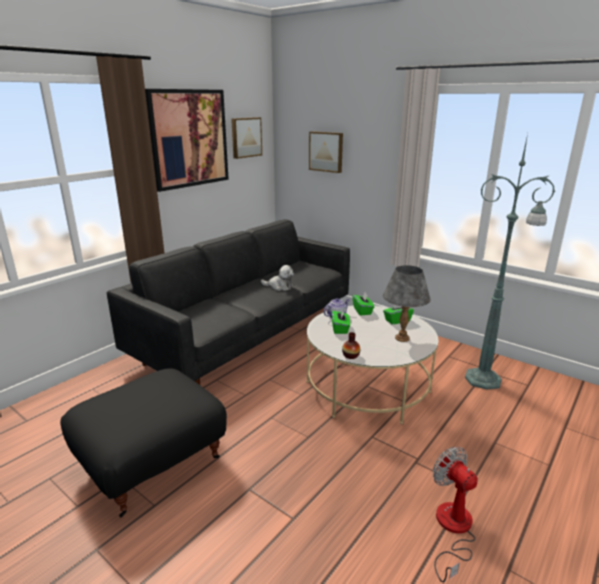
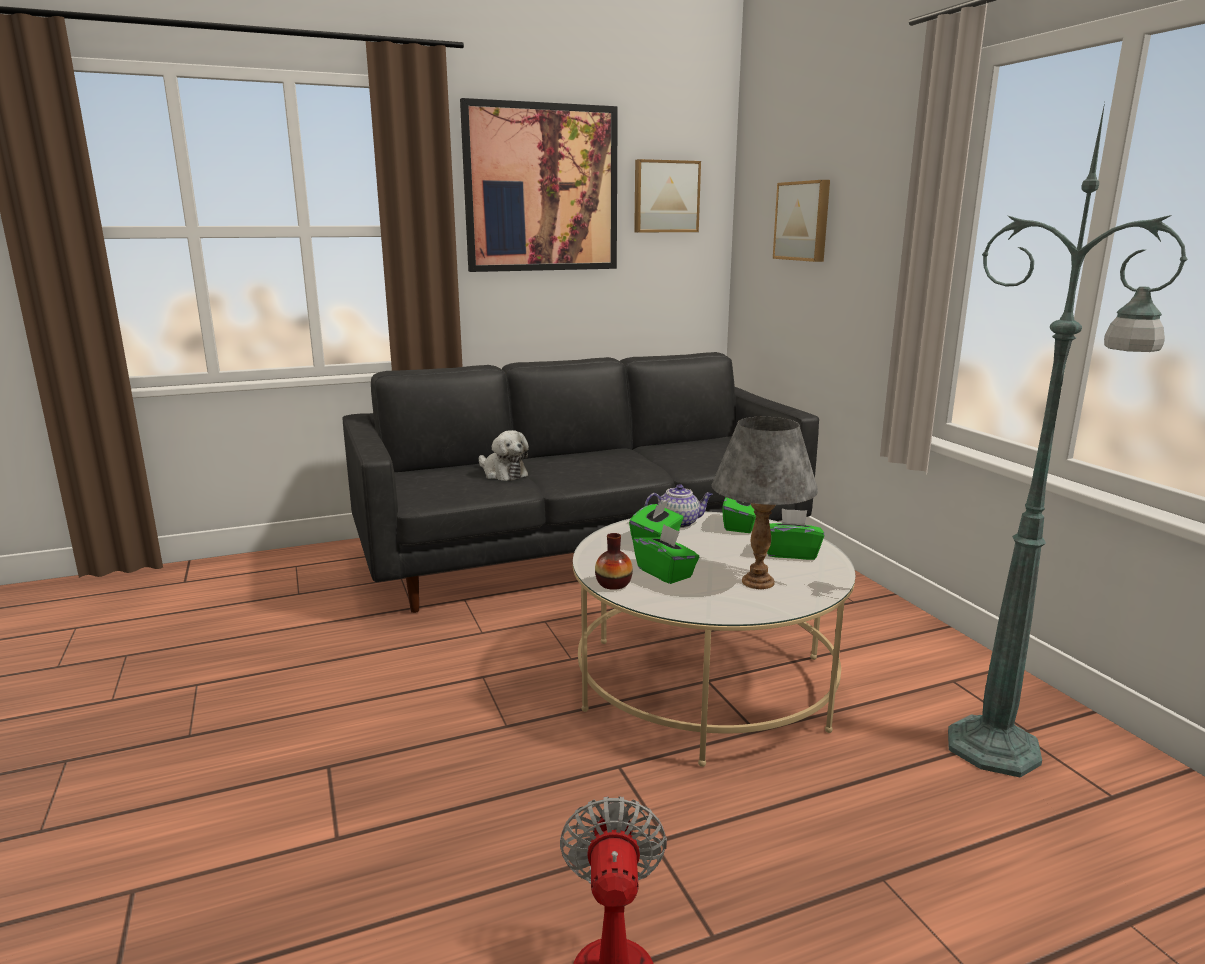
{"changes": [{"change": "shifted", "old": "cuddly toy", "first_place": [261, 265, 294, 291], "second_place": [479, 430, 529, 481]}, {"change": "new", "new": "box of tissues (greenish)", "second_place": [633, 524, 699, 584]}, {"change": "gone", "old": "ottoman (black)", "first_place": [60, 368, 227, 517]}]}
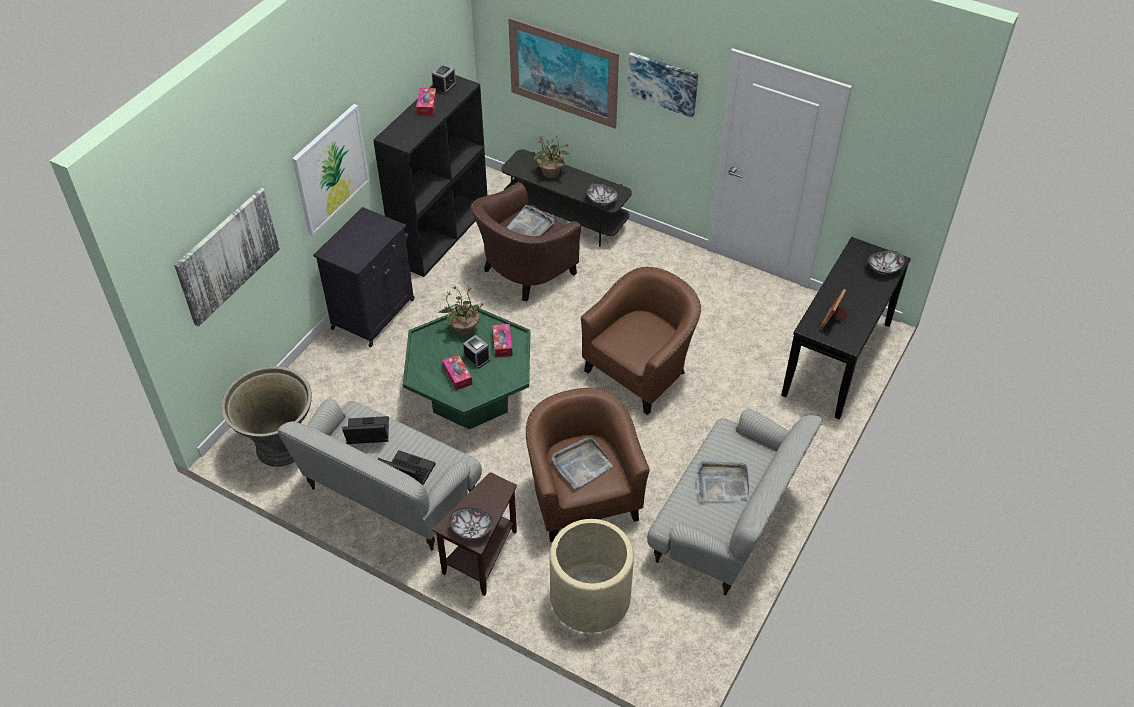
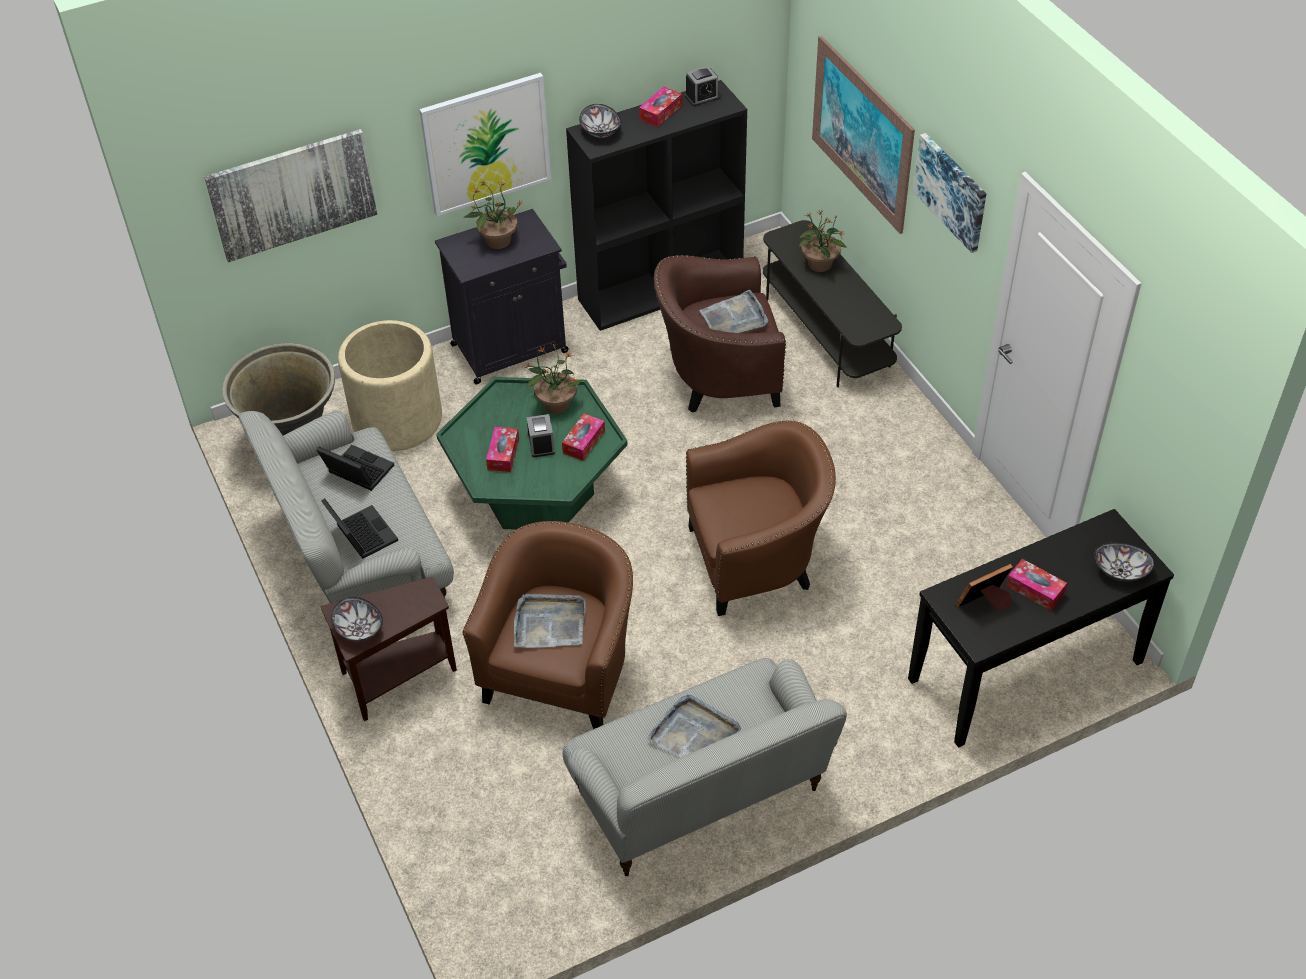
{"changes": [{"change": "shifted", "old": "flower pot (beige-coloured)", "first_place": [550, 519, 634, 633], "second_place": [338, 320, 442, 451]}, {"change": "new", "new": "plant in a pot", "second_place": [464, 181, 523, 249]}, {"change": "shifted", "old": "serving bowl", "first_place": [586, 183, 619, 206], "second_place": [579, 104, 621, 138]}, {"change": "new", "new": "box of tissues", "second_place": [1006, 559, 1067, 611]}]}
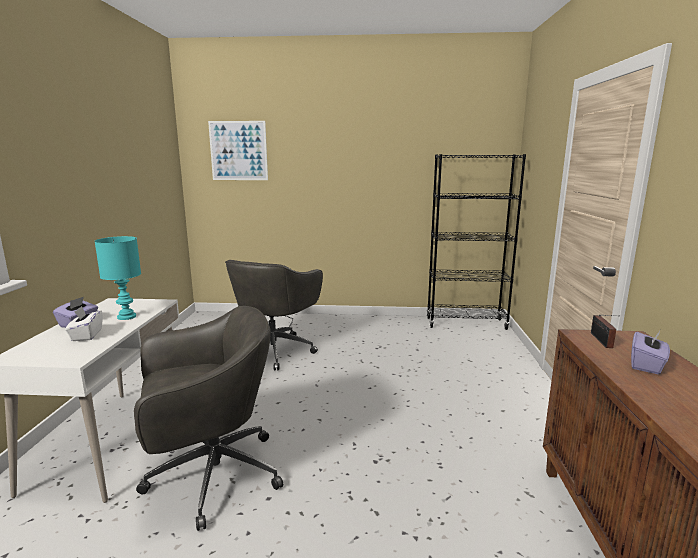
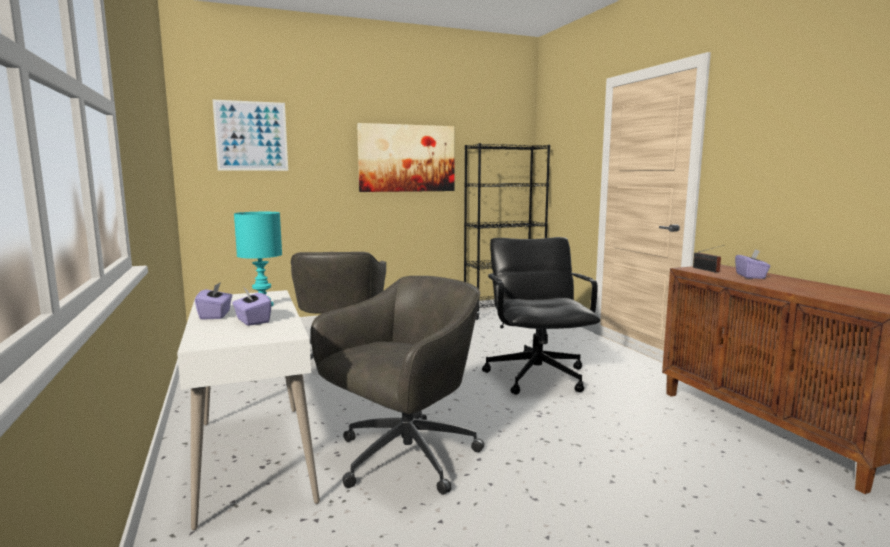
{"changes": [{"change": "repainted", "old": "box of tissues (whitish)", "new": "box of tissues (purple)", "first_place": [65, 306, 102, 341], "second_place": [232, 288, 272, 326]}, {"change": "new", "new": "wall art", "second_place": [357, 123, 455, 192]}, {"change": "new", "new": "computer chair (black)", "second_place": [482, 237, 600, 395]}]}
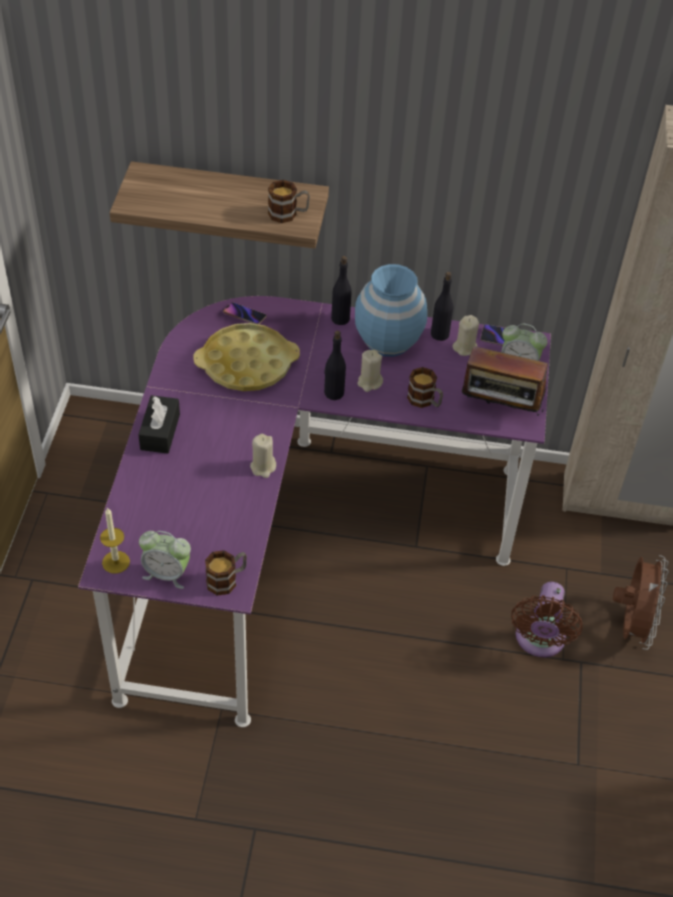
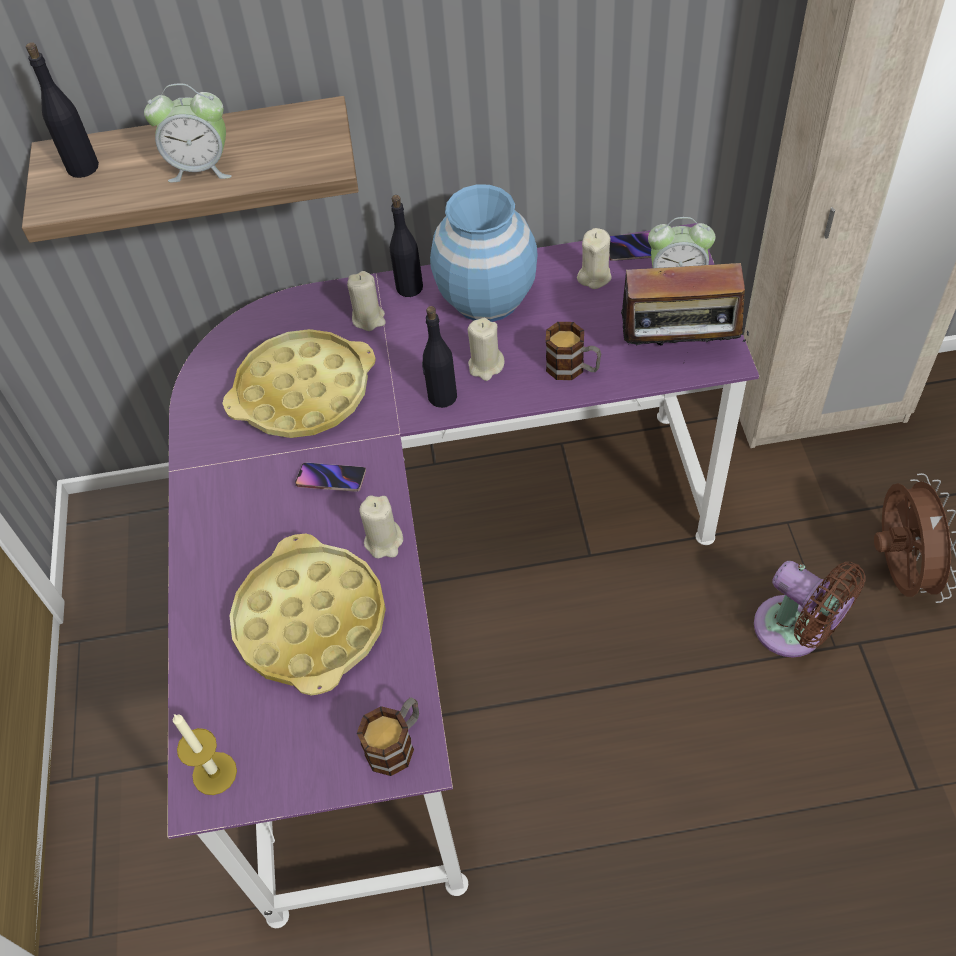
{"changes": [{"change": "shifted", "old": "beverage bottle (black)", "first_place": [431, 272, 453, 341], "second_place": [26, 42, 99, 178]}, {"change": "shifted", "old": "alarm clock", "first_place": [139, 531, 191, 589], "second_place": [144, 84, 232, 182]}, {"change": "new", "new": "tray (yellow-coloured)", "second_place": [229, 534, 386, 696]}, {"change": "shifted", "old": "telephone", "first_place": [223, 302, 267, 324], "second_place": [295, 463, 366, 492]}, {"change": "new", "new": "candle (beige-coloured)", "second_place": [347, 271, 386, 331]}, {"change": "rotated", "old": "electric fan (brown)", "first_place": [511, 582, 583, 657], "second_place": [754, 561, 866, 657], "degrees": -45}, {"change": "gone", "old": "box of tissues (black)", "first_place": [138, 395, 180, 454]}, {"change": "gone", "old": "tea mug", "first_place": [268, 180, 310, 223]}]}
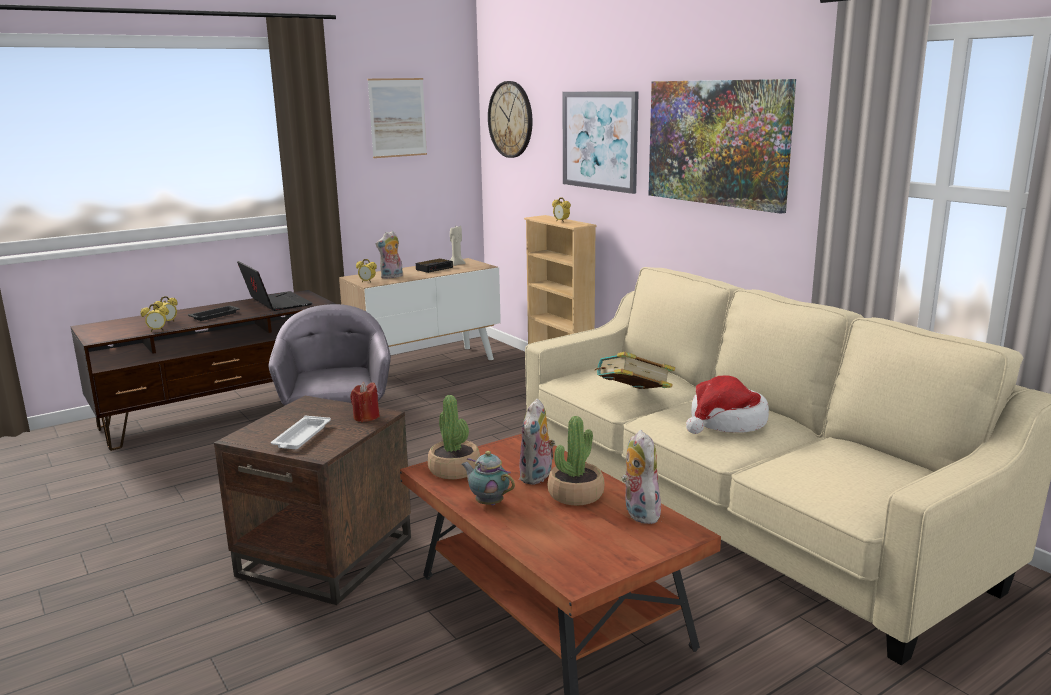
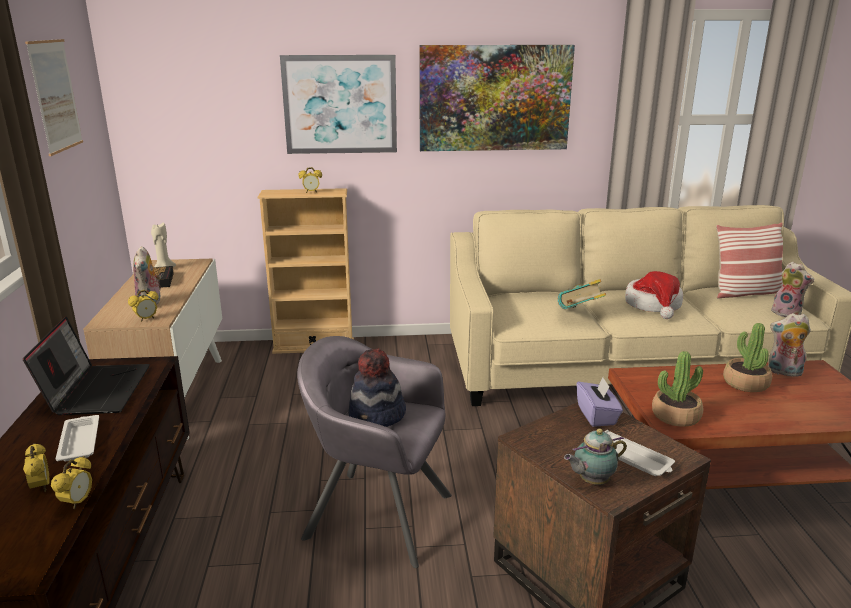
{"changes": [{"change": "rotated", "old": "portable computer", "first_place": [237, 261, 312, 311], "second_place": [23, 317, 150, 415], "degrees": 90}, {"change": "repainted", "old": "tray (black)", "new": "tray (whitish)", "first_place": [188, 306, 240, 321], "second_place": [56, 415, 99, 461]}, {"change": "new", "new": "wearable hat", "second_place": [348, 348, 406, 427]}, {"change": "shifted", "old": "teapot", "first_place": [461, 451, 515, 505], "second_place": [564, 429, 627, 485]}, {"change": "swapped", "old": "candle (red-coloured)", "new": "box of tissues (purple)", "first_place": [350, 382, 380, 422], "second_place": [576, 377, 623, 427]}, {"change": "new", "new": "throw pillow", "second_place": [716, 222, 783, 298]}, {"change": "shifted", "old": "cuddly toy", "first_place": [519, 399, 555, 485], "second_place": [771, 262, 814, 317]}, {"change": "gone", "old": "hanging clock", "first_place": [488, 81, 533, 158]}]}
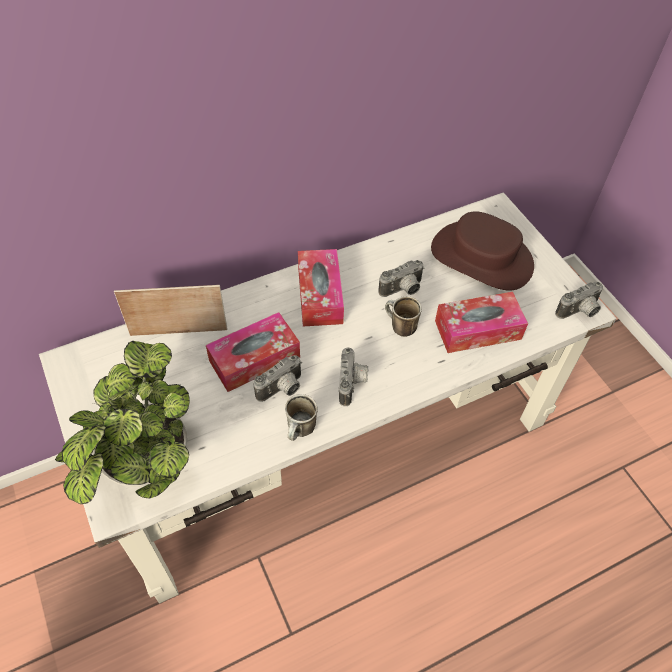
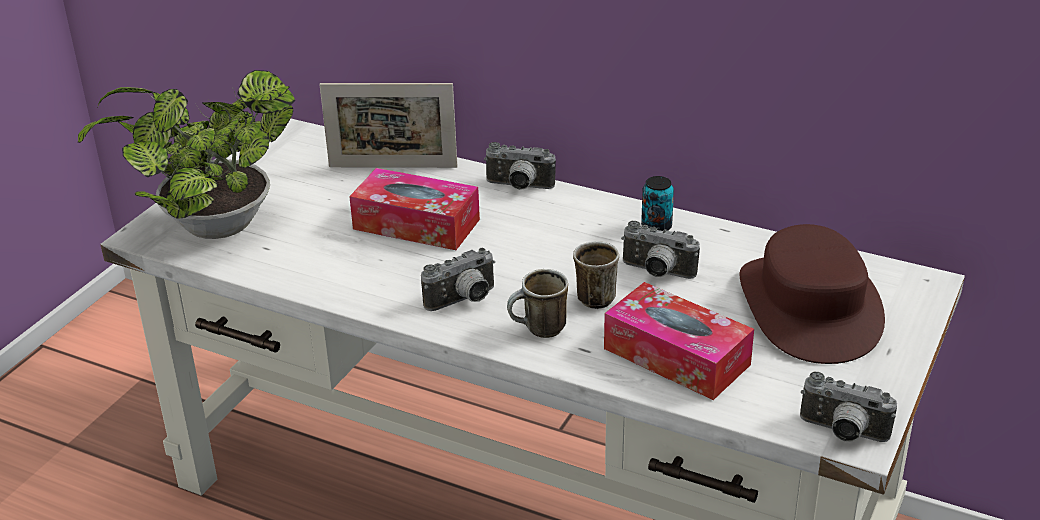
{"changes": [{"change": "rotated", "old": "picture frame", "first_place": [114, 285, 228, 336], "second_place": [319, 83, 458, 168], "degrees": 135}, {"change": "shifted", "old": "photo camera", "first_place": [253, 355, 302, 402], "second_place": [484, 142, 556, 190]}, {"change": "shifted", "old": "tea mug", "first_place": [285, 394, 318, 441], "second_place": [507, 269, 568, 338]}, {"change": "new", "new": "can", "second_place": [641, 176, 674, 231]}, {"change": "gone", "old": "box of tissues", "first_place": [298, 249, 344, 326]}]}
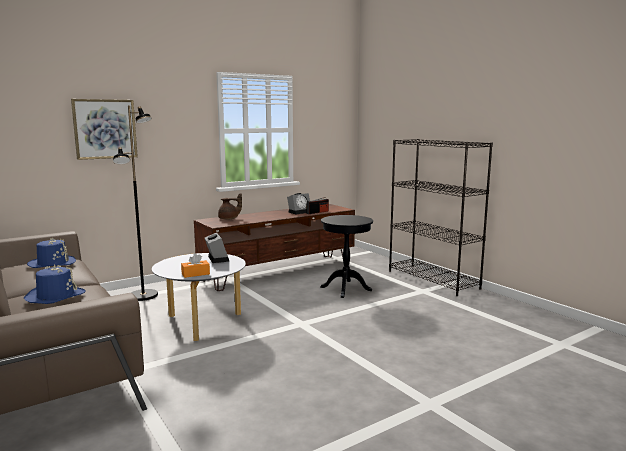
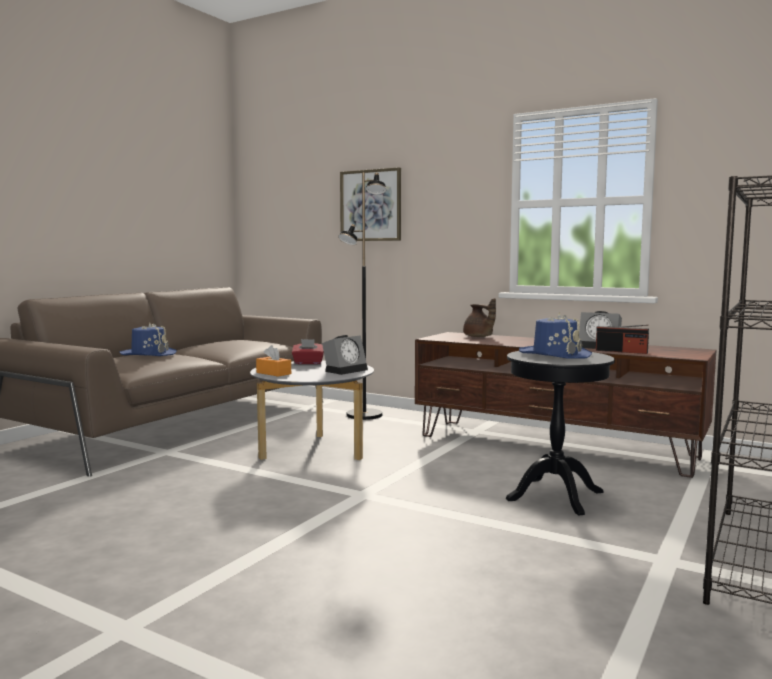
{"changes": [{"change": "new", "new": "box of tissues (red-coloured)", "second_place": [292, 339, 324, 364]}, {"change": "shifted", "old": "wearable hat (blue)", "first_place": [27, 238, 76, 268], "second_place": [519, 312, 592, 359]}]}
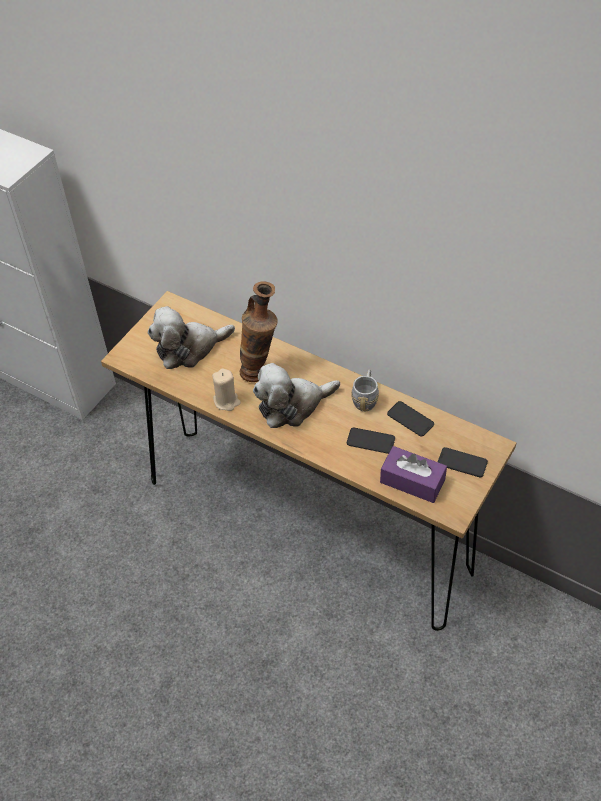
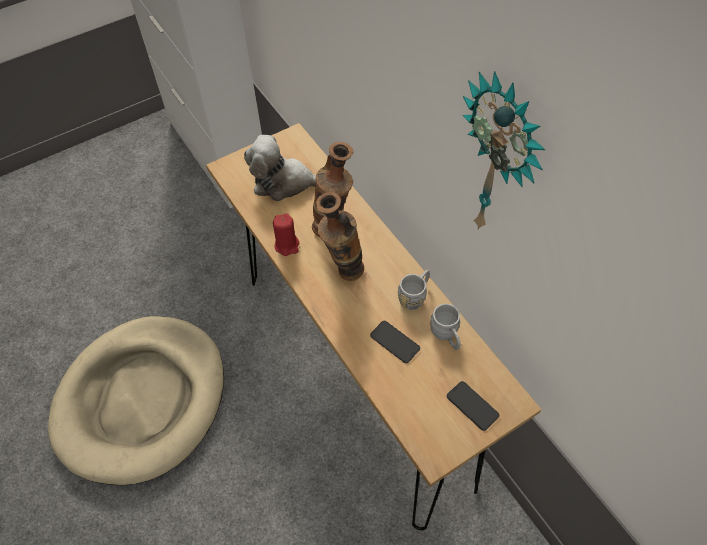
{"changes": [{"change": "new", "new": "pet bed (beige-coloured)", "second_place": [48, 316, 224, 485]}, {"change": "repainted", "old": "candle (beige-coloured)", "new": "candle (red-coloured)", "first_place": [212, 368, 241, 411], "second_place": [273, 213, 299, 256]}, {"change": "swapped", "old": "cuddly toy", "new": "flower vase", "first_place": [253, 363, 340, 428], "second_place": [316, 192, 364, 281]}, {"change": "swapped", "old": "telephone", "new": "tea mug (greyish)", "first_place": [387, 401, 434, 437], "second_place": [430, 304, 460, 350]}, {"change": "new", "new": "hanging clock", "second_place": [463, 71, 545, 230]}, {"change": "gone", "old": "box of tissues (purple)", "first_place": [380, 446, 447, 503]}]}
